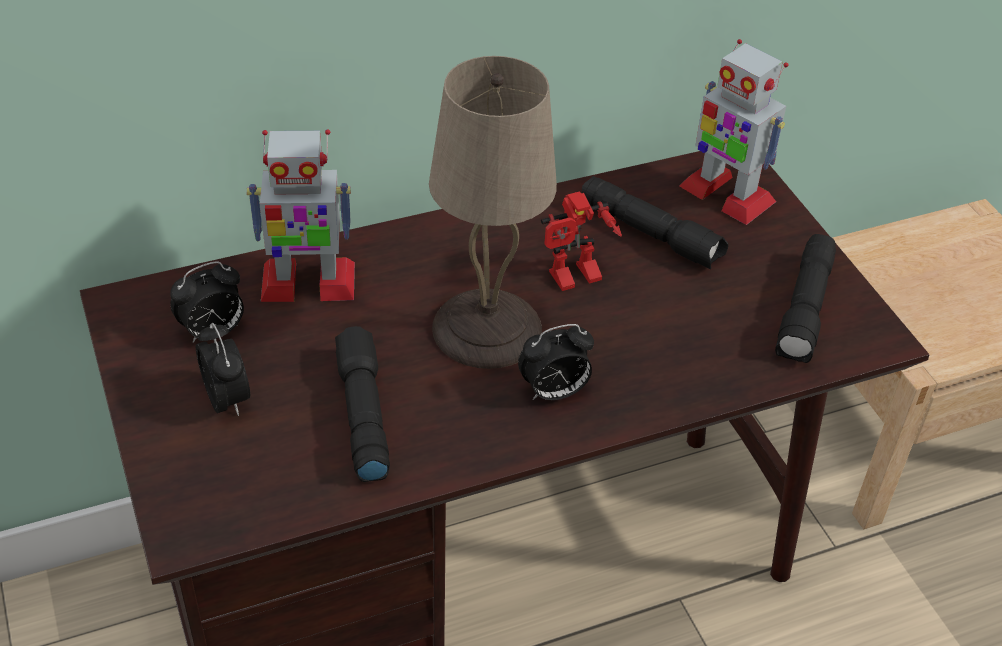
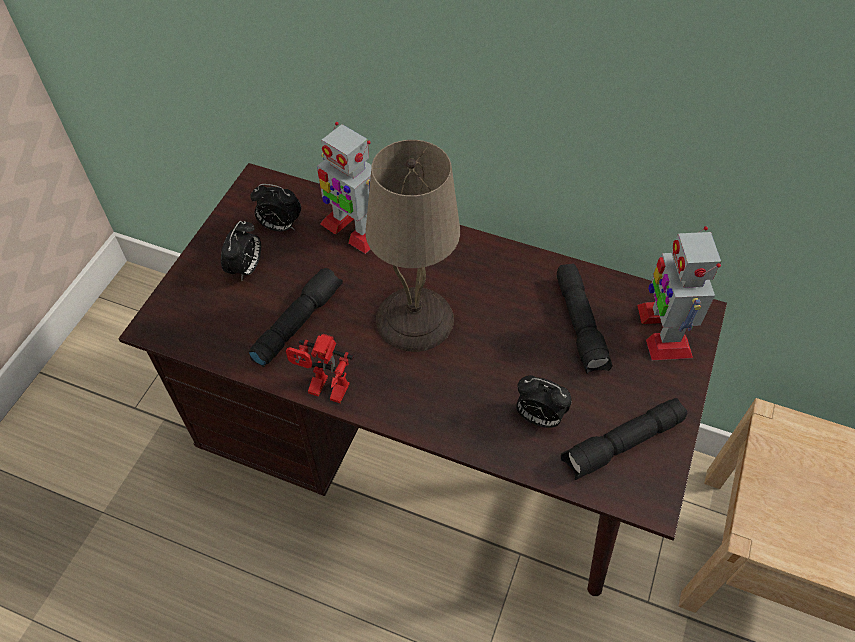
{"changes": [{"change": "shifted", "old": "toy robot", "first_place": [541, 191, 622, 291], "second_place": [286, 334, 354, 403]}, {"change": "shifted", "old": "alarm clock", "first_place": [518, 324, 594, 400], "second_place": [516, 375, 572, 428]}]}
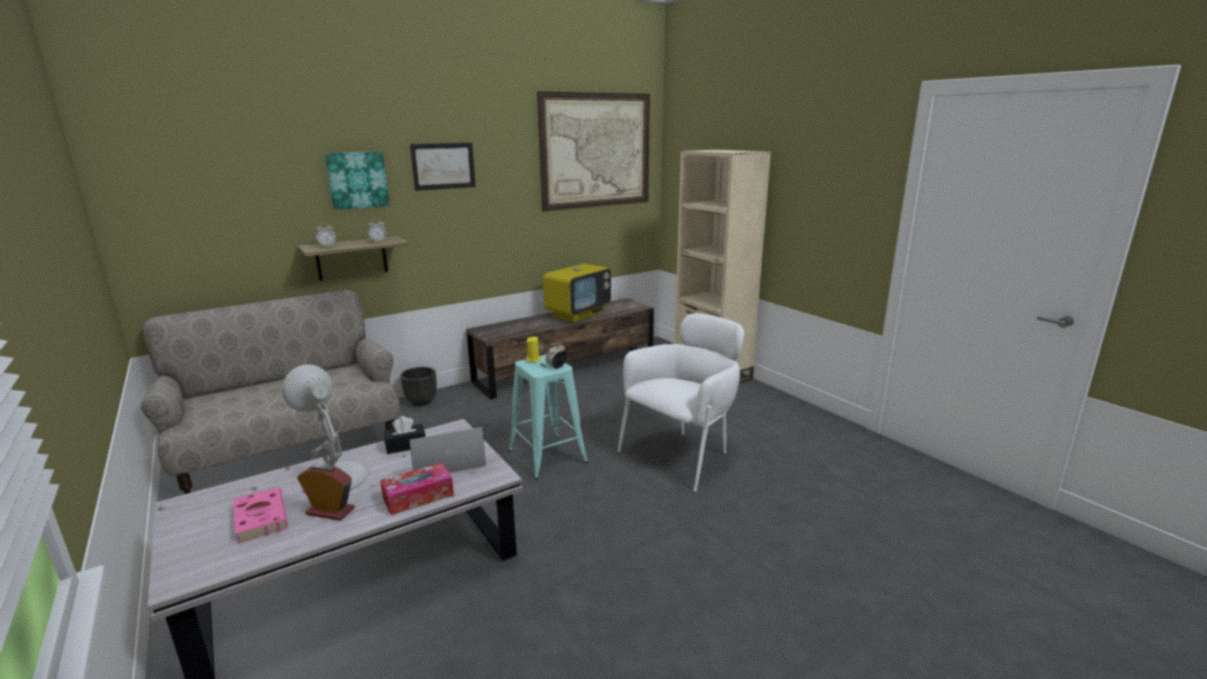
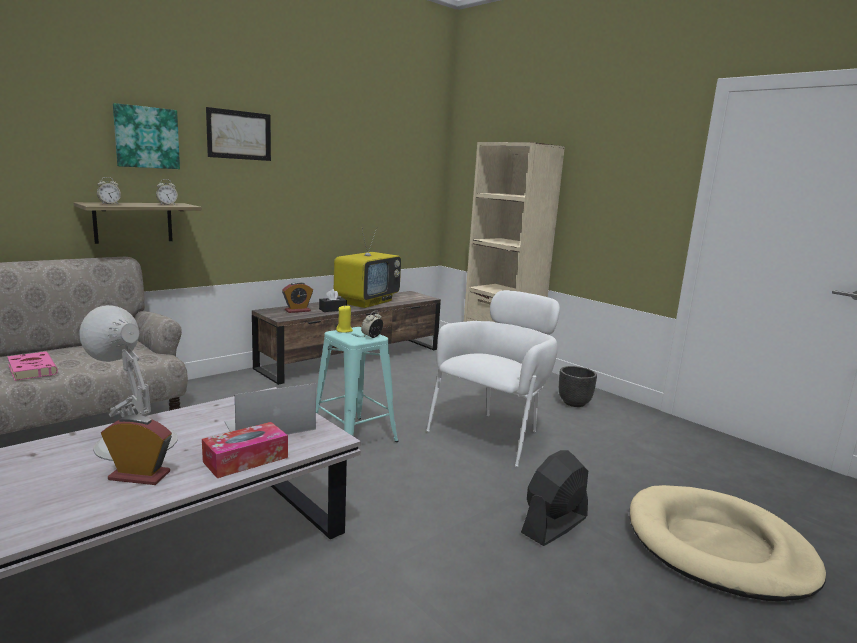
{"changes": [{"change": "shifted", "old": "bound book (pink-coloured)", "first_place": [233, 487, 288, 543], "second_place": [7, 352, 58, 381]}, {"change": "new", "new": "alarm clock", "second_place": [282, 282, 313, 313]}, {"change": "shifted", "old": "box of tissues (black)", "first_place": [384, 416, 425, 454], "second_place": [319, 289, 347, 312]}, {"change": "new", "new": "electric fan (black)", "second_place": [521, 450, 588, 546]}, {"change": "shifted", "old": "flower pot (black)", "first_place": [400, 367, 437, 406], "second_place": [559, 366, 597, 407]}, {"change": "new", "new": "pet bed (beige-coloured)", "second_place": [630, 485, 826, 601]}, {"change": "gone", "old": "wall art", "first_place": [537, 91, 650, 212]}]}
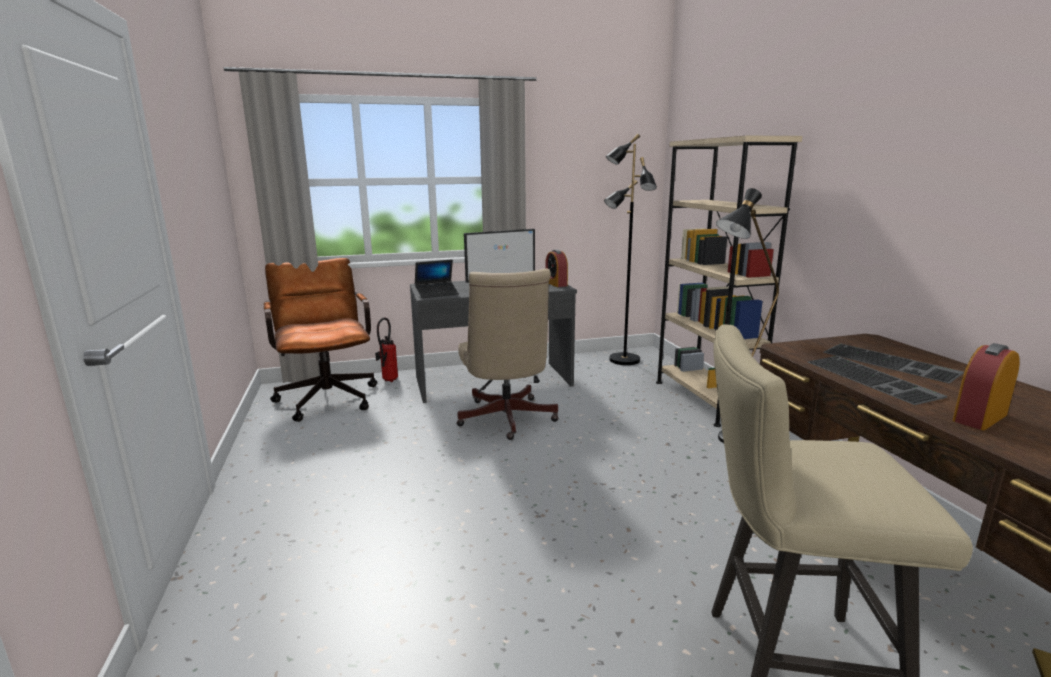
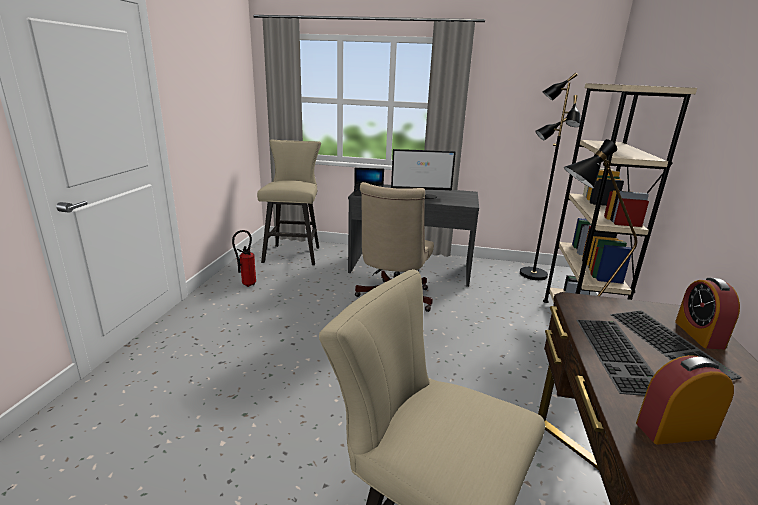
{"changes": [{"change": "shifted", "old": "fire extinguisher", "first_place": [375, 318, 398, 382], "second_place": [232, 230, 256, 287]}, {"change": "swapped", "old": "computer chair (brown)", "new": "stool seat (beige-coloured)", "first_place": [264, 258, 377, 422], "second_place": [257, 140, 321, 265]}, {"change": "shifted", "old": "alarm clock", "first_place": [545, 249, 568, 287], "second_place": [675, 278, 740, 349]}]}
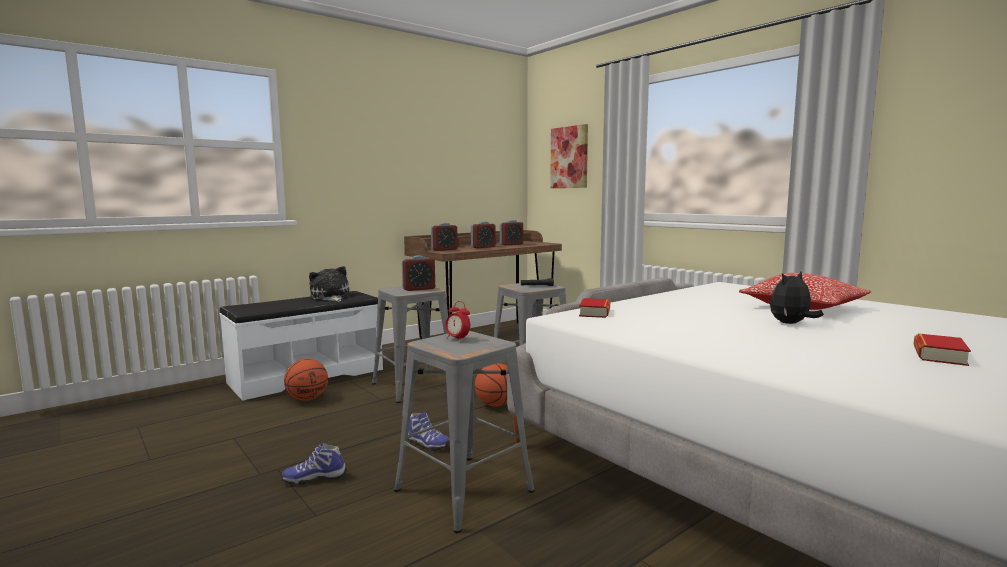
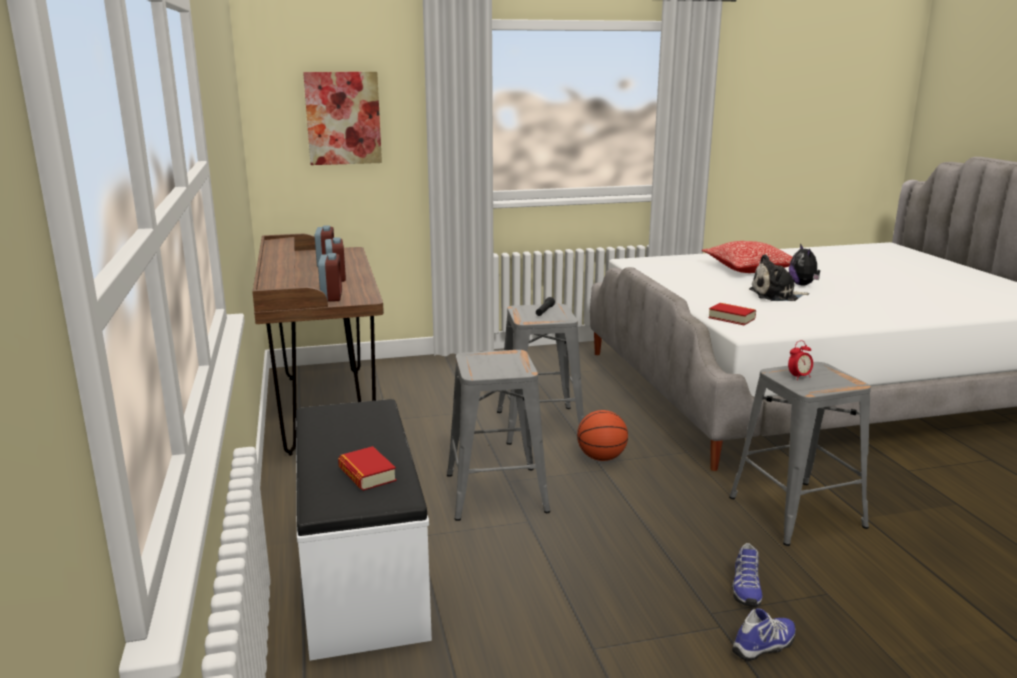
{"changes": [{"change": "shifted", "old": "bound book", "first_place": [914, 333, 971, 366], "second_place": [338, 446, 396, 491]}, {"change": "shifted", "old": "item of footwear", "first_place": [407, 412, 450, 451], "second_place": [732, 608, 796, 661]}, {"change": "shifted", "old": "cuddly toy", "first_place": [309, 266, 350, 302], "second_place": [749, 254, 809, 301]}, {"change": "gone", "old": "basketball ball", "first_place": [284, 359, 328, 401]}, {"change": "gone", "old": "alarm clock", "first_place": [401, 255, 435, 291]}]}
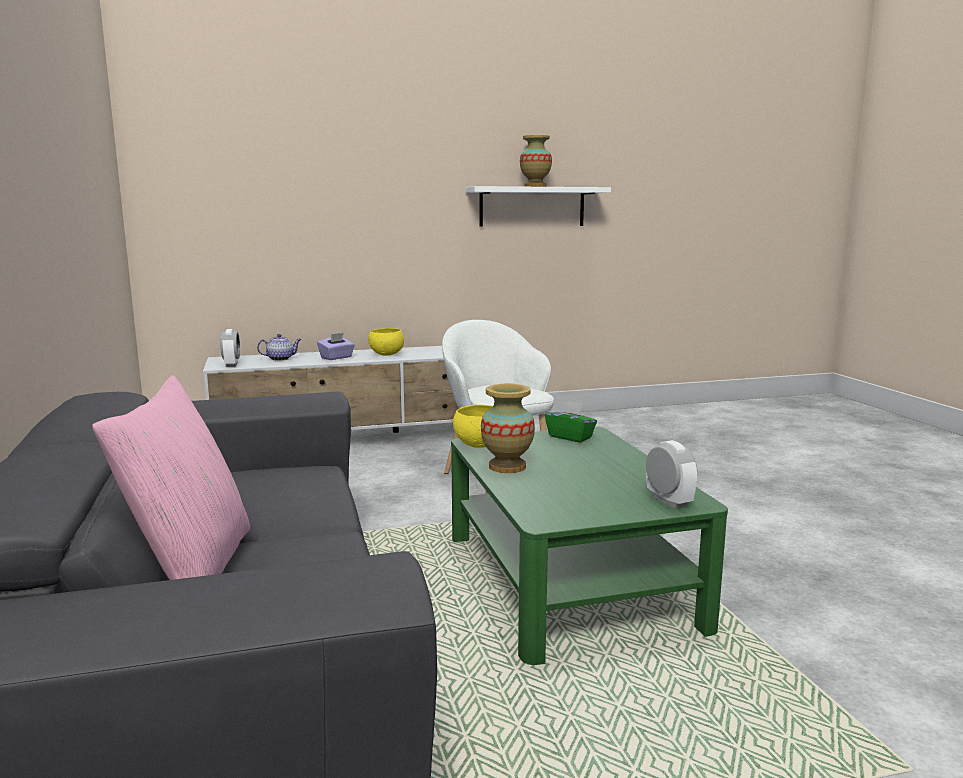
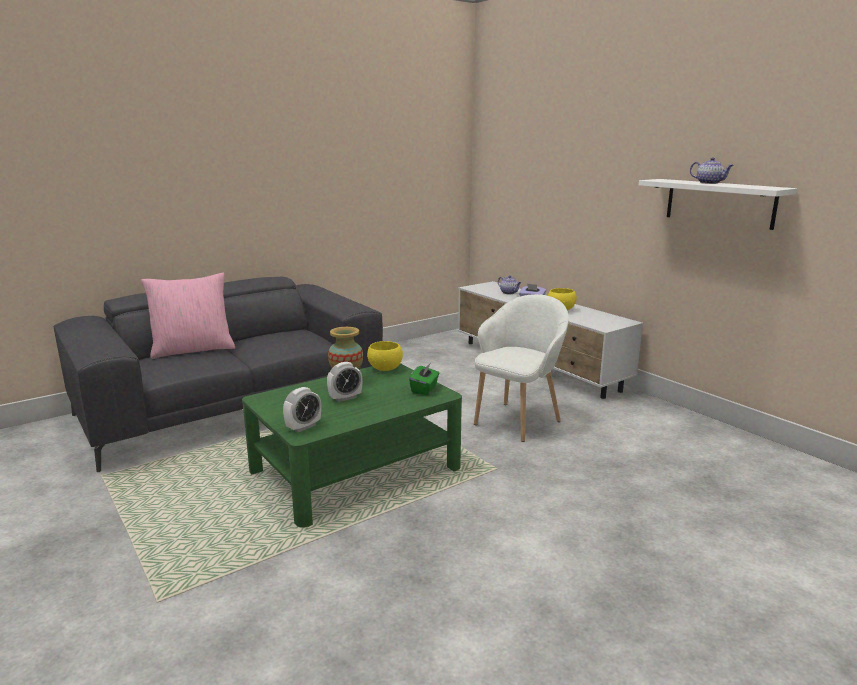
{"changes": [{"change": "shifted", "old": "alarm clock", "first_place": [220, 329, 240, 367], "second_place": [327, 362, 362, 402]}, {"change": "swapped", "old": "flower vase", "new": "teapot", "first_place": [520, 135, 552, 187], "second_place": [690, 157, 734, 184]}]}
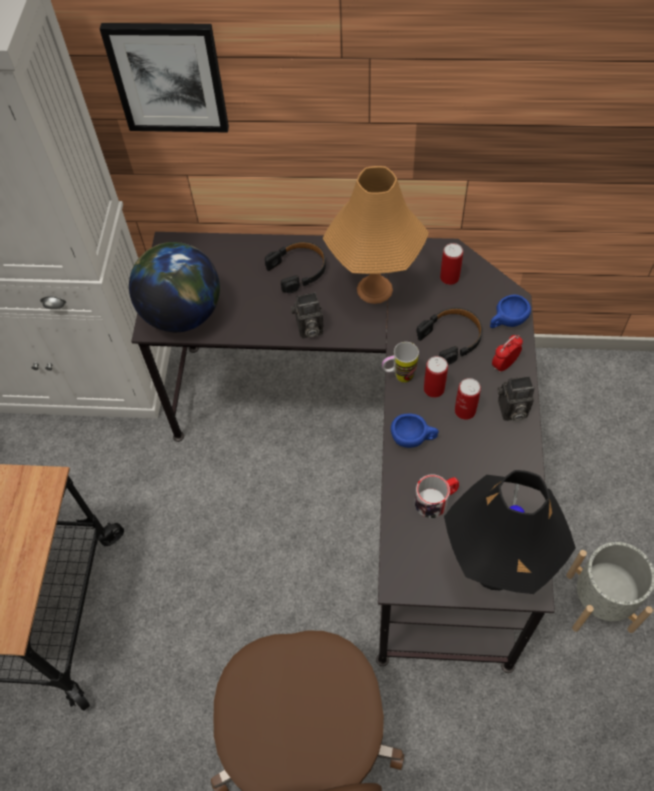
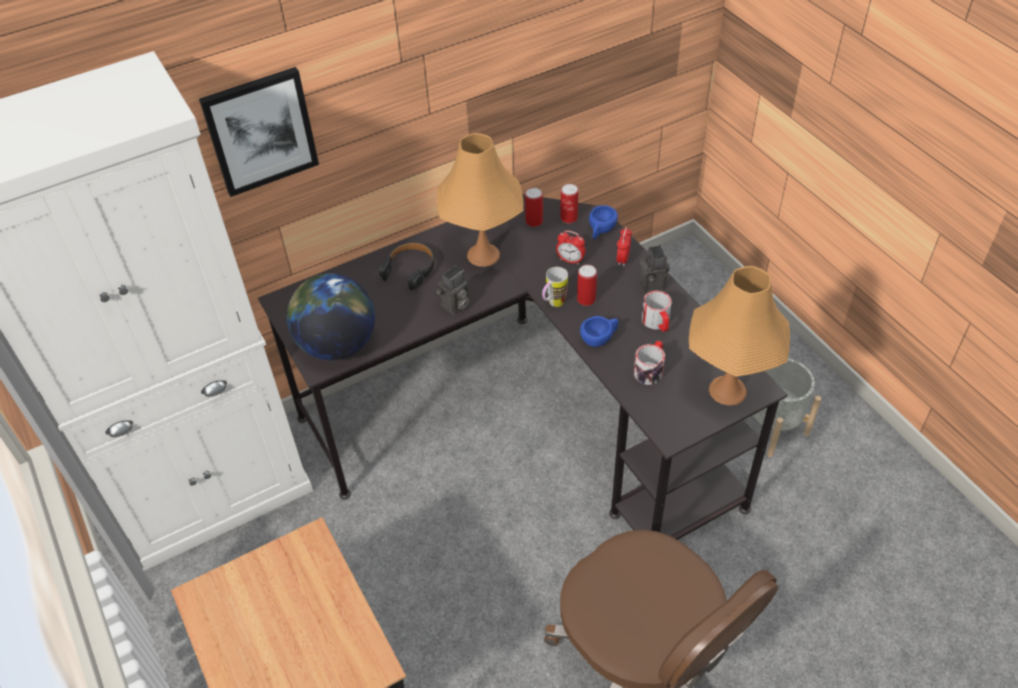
{"changes": [{"change": "swapped", "old": "headset (black)", "new": "alarm clock", "first_place": [416, 308, 482, 365], "second_place": [556, 230, 586, 265]}, {"change": "shifted", "old": "can", "first_place": [455, 378, 481, 420], "second_place": [560, 184, 578, 223]}, {"change": "rotated", "old": "photo camera", "first_place": [498, 376, 535, 421], "second_place": [638, 244, 670, 294], "degrees": -60}, {"change": "new", "new": "tea mug", "second_place": [642, 291, 672, 332]}, {"change": "repainted", "old": "tabletop lamp (black)", "new": "tabletop lamp (orange)", "first_place": [444, 470, 576, 594], "second_place": [689, 266, 790, 405]}]}
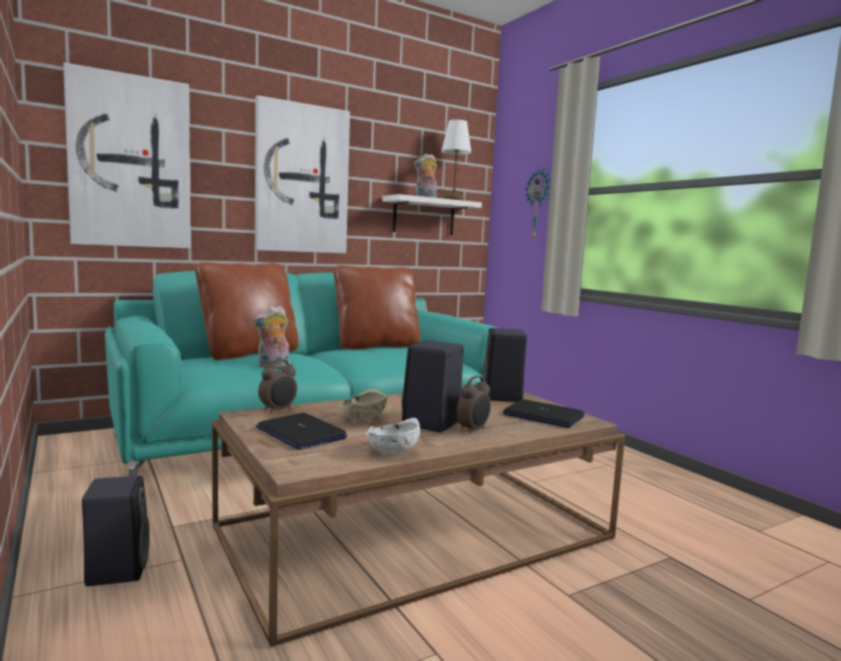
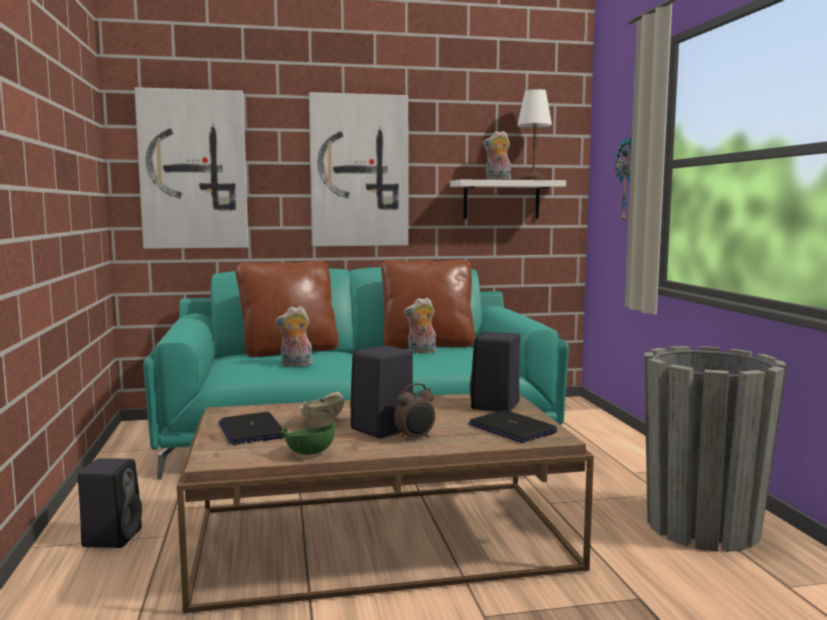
{"changes": [{"change": "repainted", "old": "serving bowl (whitish)", "new": "serving bowl (greenish)", "first_place": [366, 418, 420, 454], "second_place": [280, 422, 336, 455]}, {"change": "new", "new": "cuddly toy", "second_place": [404, 298, 436, 354]}, {"change": "new", "new": "flower pot (greyish)", "second_place": [644, 346, 787, 552]}, {"change": "gone", "old": "alarm clock", "first_place": [258, 359, 297, 413]}]}
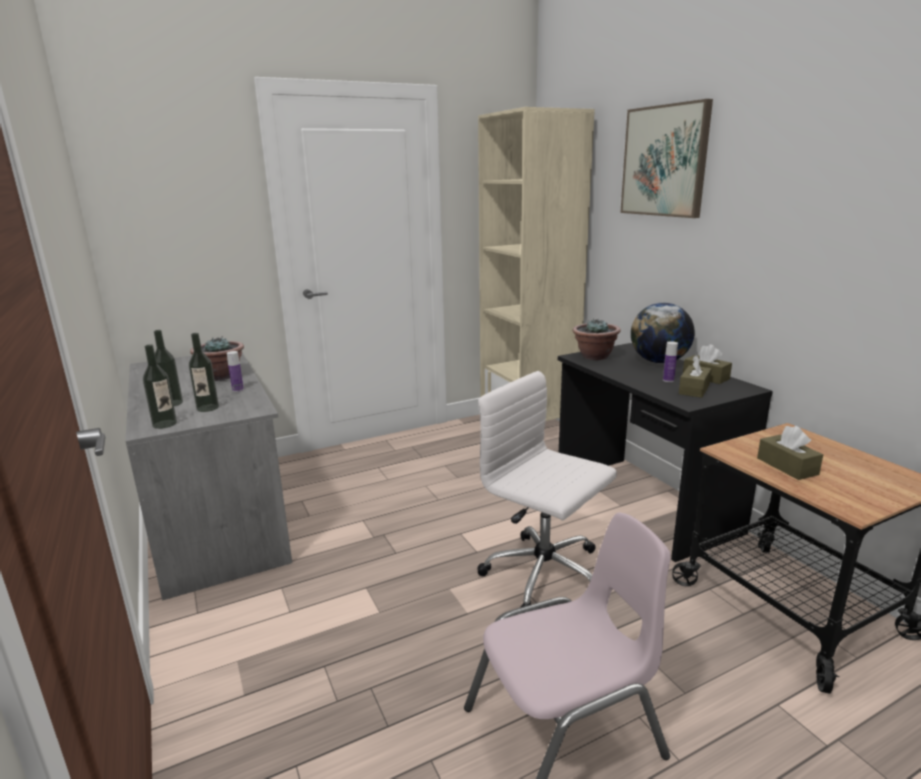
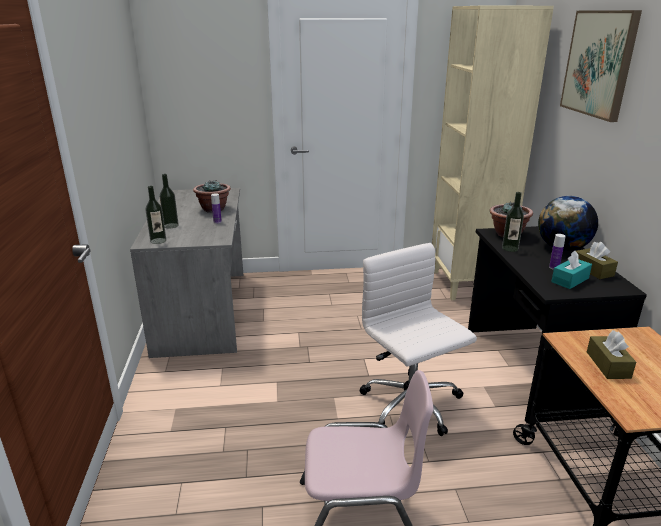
{"changes": [{"change": "shifted", "old": "beverage bottle", "first_place": [189, 333, 219, 412], "second_place": [502, 192, 524, 252]}, {"change": "repainted", "old": "box of tissues (brown)", "new": "box of tissues (blue-green)", "first_place": [679, 355, 712, 398], "second_place": [551, 251, 592, 289]}]}
